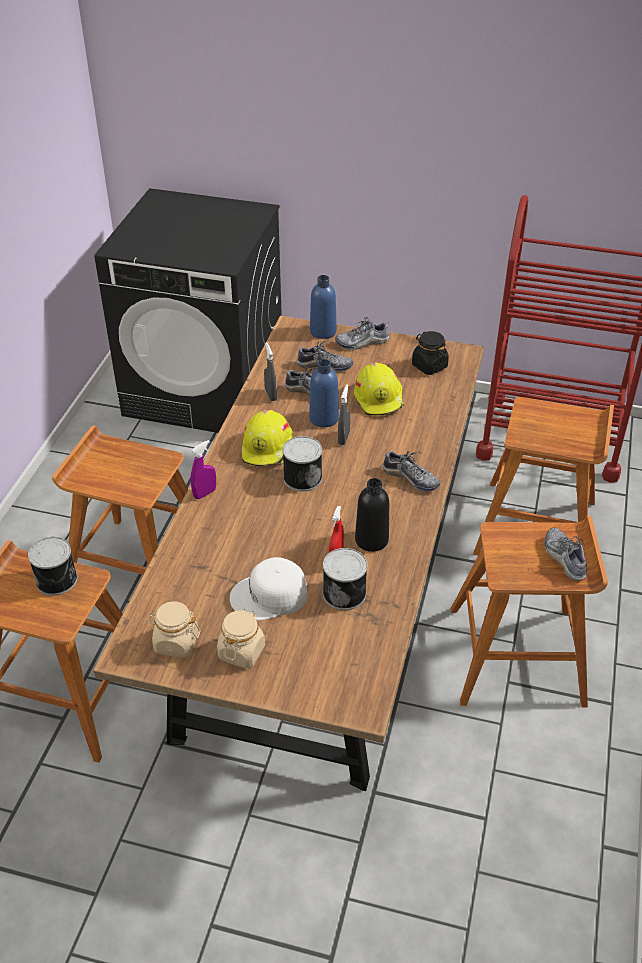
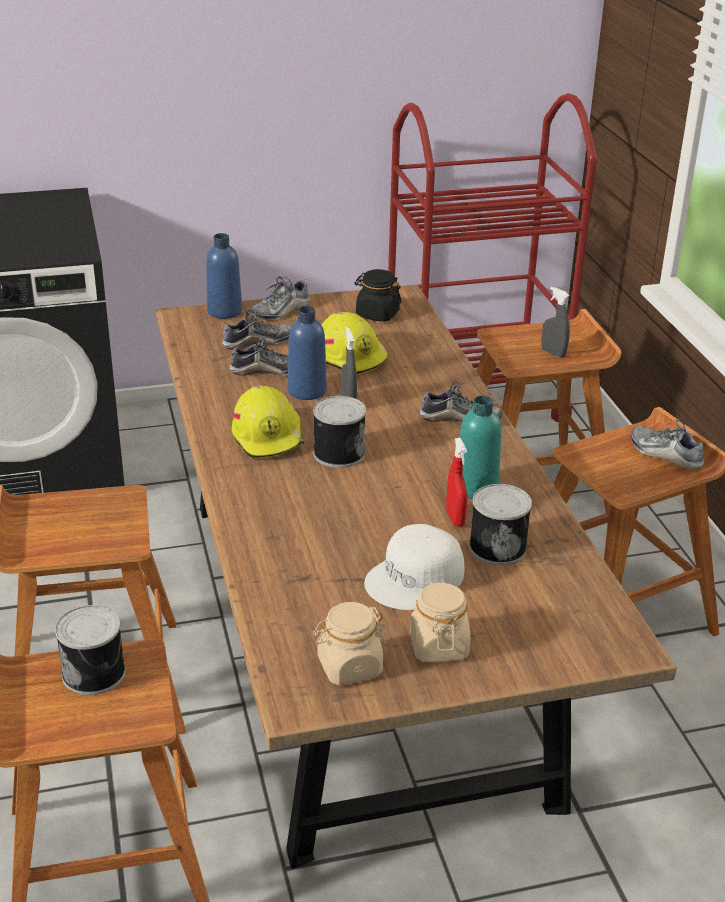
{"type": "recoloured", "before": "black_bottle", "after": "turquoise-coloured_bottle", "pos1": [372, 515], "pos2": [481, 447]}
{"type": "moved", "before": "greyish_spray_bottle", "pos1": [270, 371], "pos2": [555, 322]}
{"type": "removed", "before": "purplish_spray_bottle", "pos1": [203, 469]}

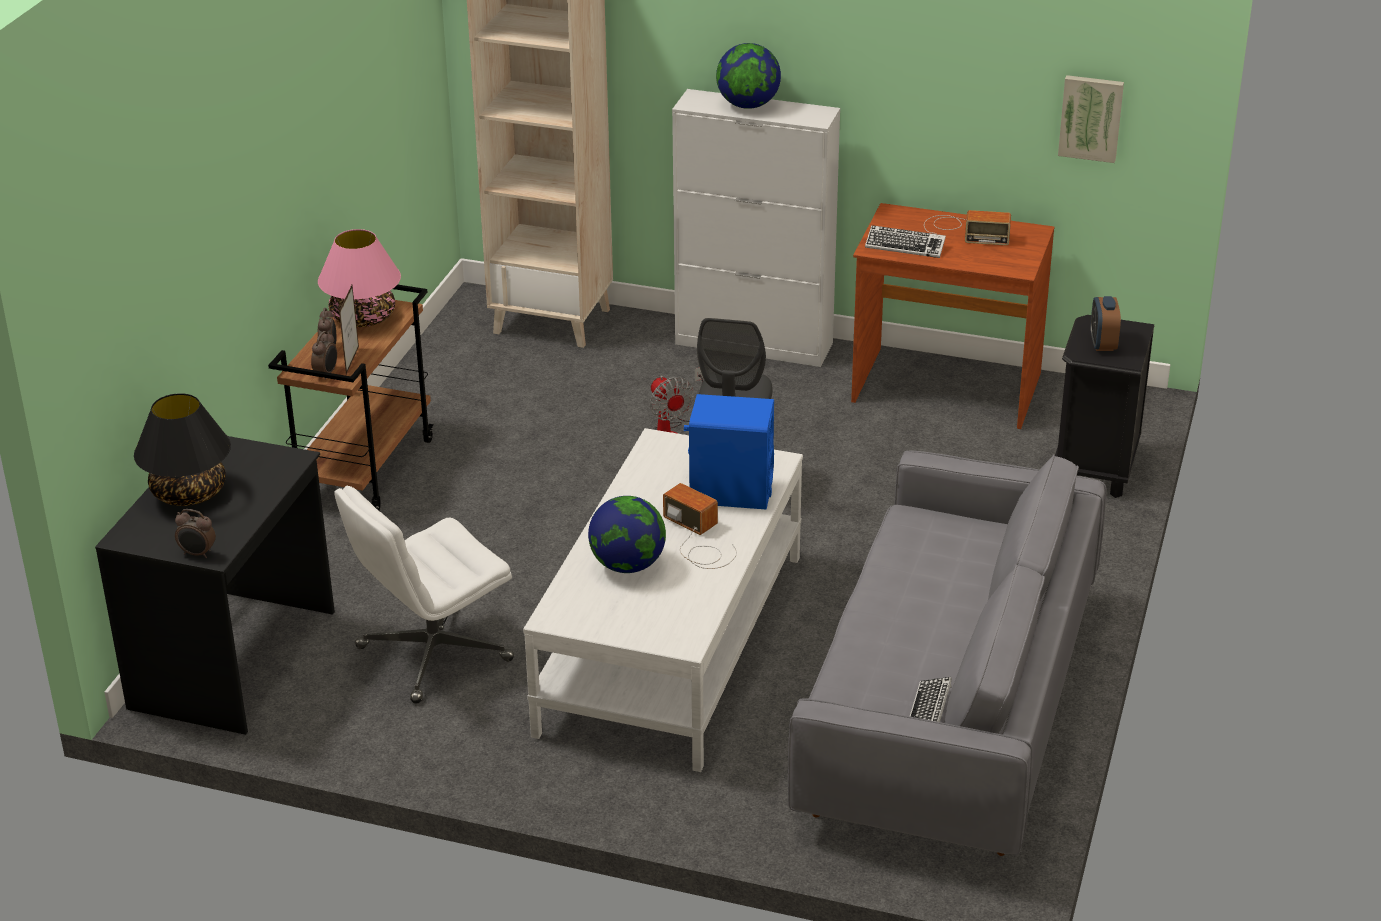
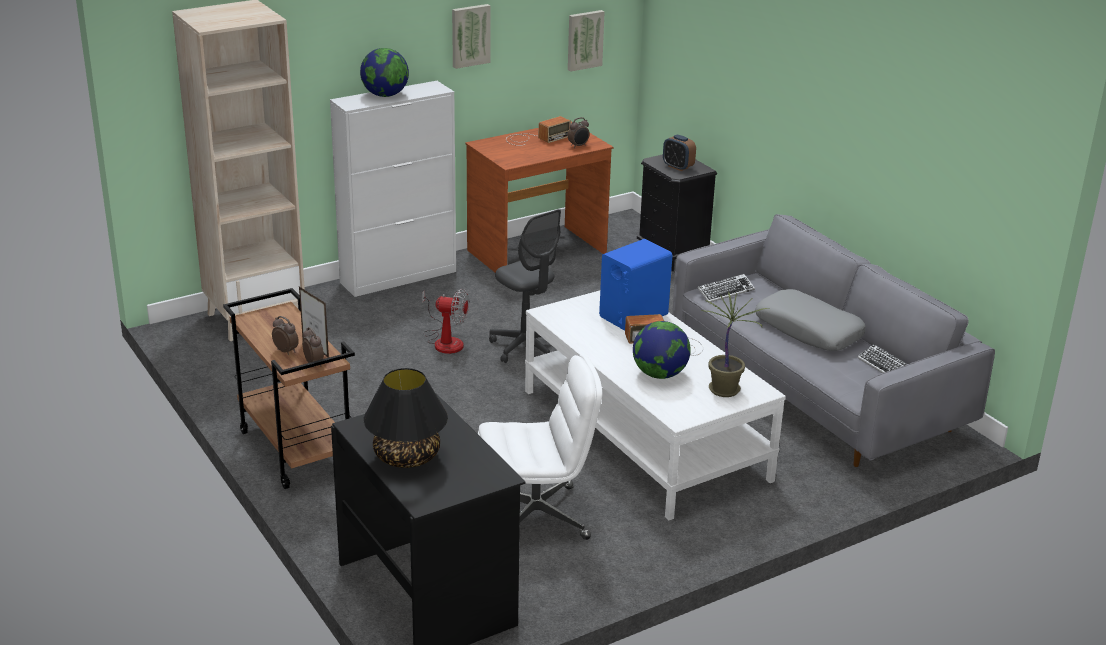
{"type": "added", "after": "wall_picture", "pos2": [471, 36]}
{"type": "turned", "before": "white_office_chair", "pos1": [424, 594], "pos2": [540, 447], "turn": -105}
{"type": "moved", "before": "bedside_clock", "pos1": [195, 533], "pos2": [579, 132]}
{"type": "moved", "before": "PC_keyboard", "pos1": [905, 241], "pos2": [726, 288]}
{"type": "added", "after": "potted_plant", "pos2": [736, 344]}
{"type": "added", "after": "greyish_cushion", "pos2": [810, 320]}
{"type": "removed", "before": "pinkish_tabletop_lamp", "pos1": [359, 278]}

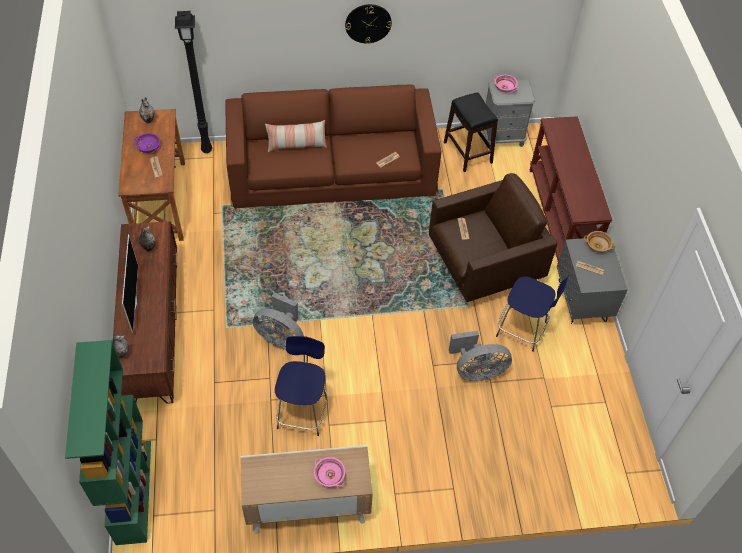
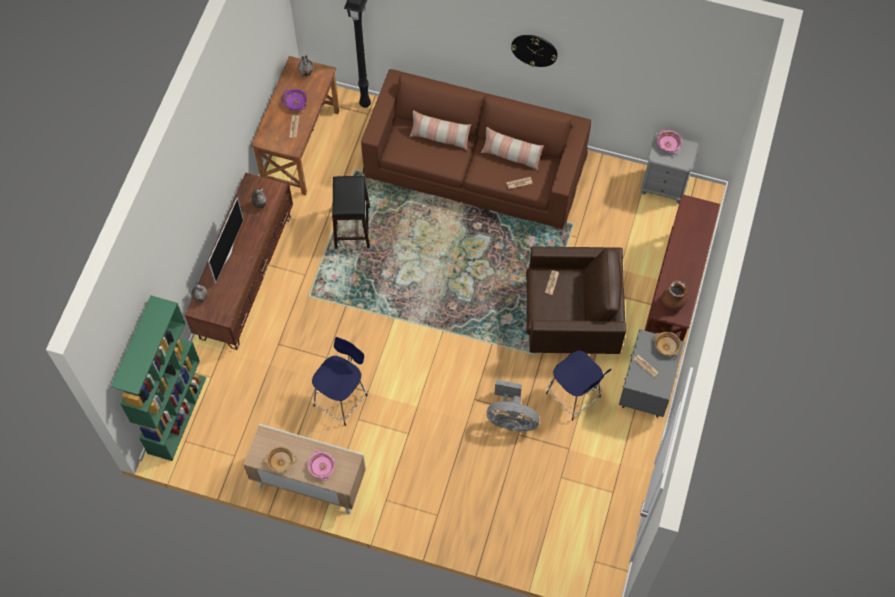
{"type": "added", "after": "beige_bowl", "pos2": [280, 459]}
{"type": "moved", "before": "black_sitting_stool", "pos1": [471, 132], "pos2": [351, 212]}
{"type": "added", "after": "cushion", "pos2": [512, 149]}
{"type": "added", "after": "brown-coloured_decorative_vase", "pos2": [675, 296]}
{"type": "removed", "before": "greyish_electric_fan", "pos1": [278, 321]}

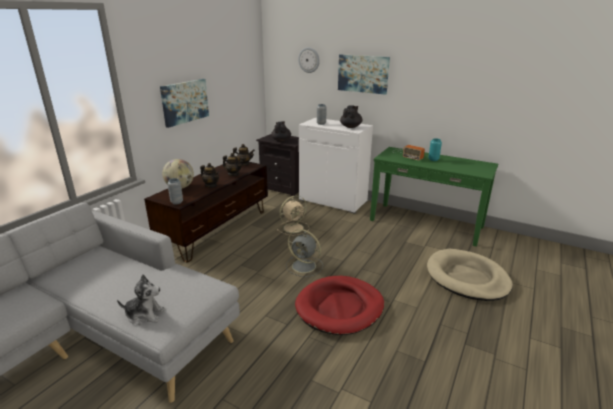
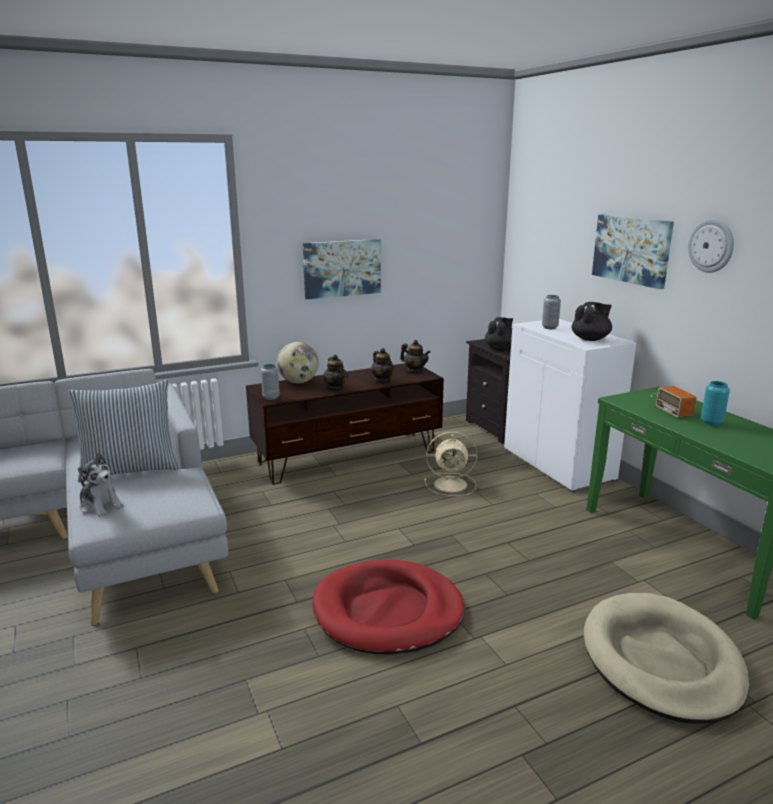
{"type": "added", "after": "cushion", "pos2": [124, 431]}
{"type": "moved", "before": "wall_clock", "pos1": [309, 60], "pos2": [711, 246]}
{"type": "removed", "before": "greyish_electric_fan", "pos1": [304, 253]}

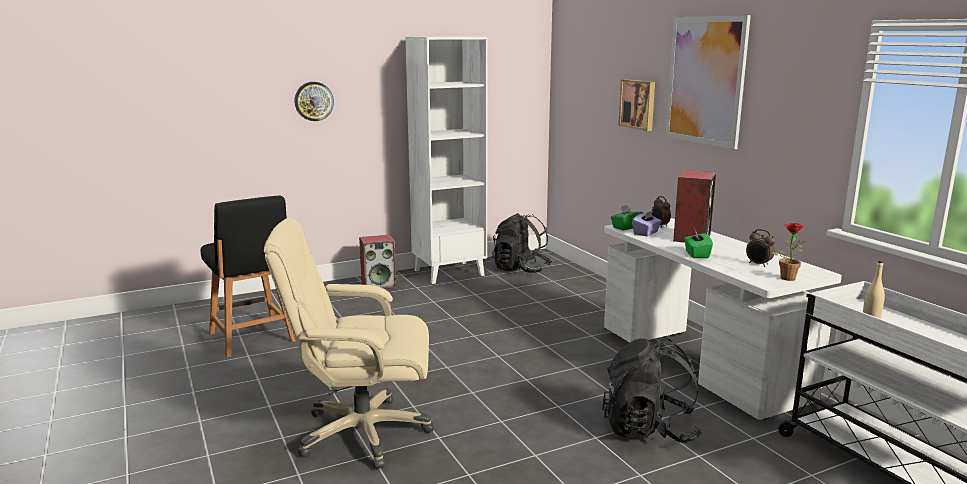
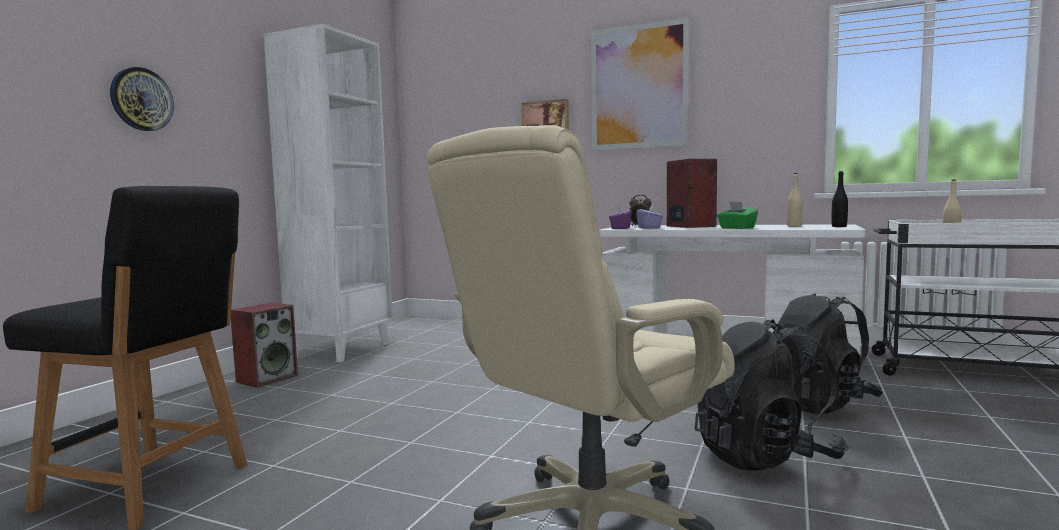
{"type": "recoloured", "before": "green-coloured_tissue_box", "after": "purplish_tissue_box", "pos1": [627, 217], "pos2": [620, 216]}
{"type": "moved", "before": "black_knapsack", "pos1": [522, 243], "pos2": [772, 395]}
{"type": "replaced", "before": "bedside_clock", "after": "beige_bottle", "pos1": [760, 248], "pos2": [795, 200]}
{"type": "replaced", "before": "potted_plant", "after": "black_bottle", "pos1": [788, 252], "pos2": [839, 199]}

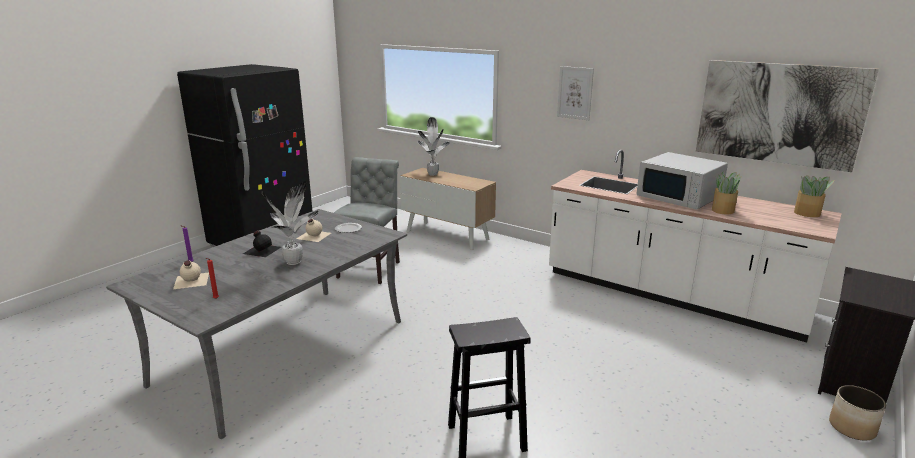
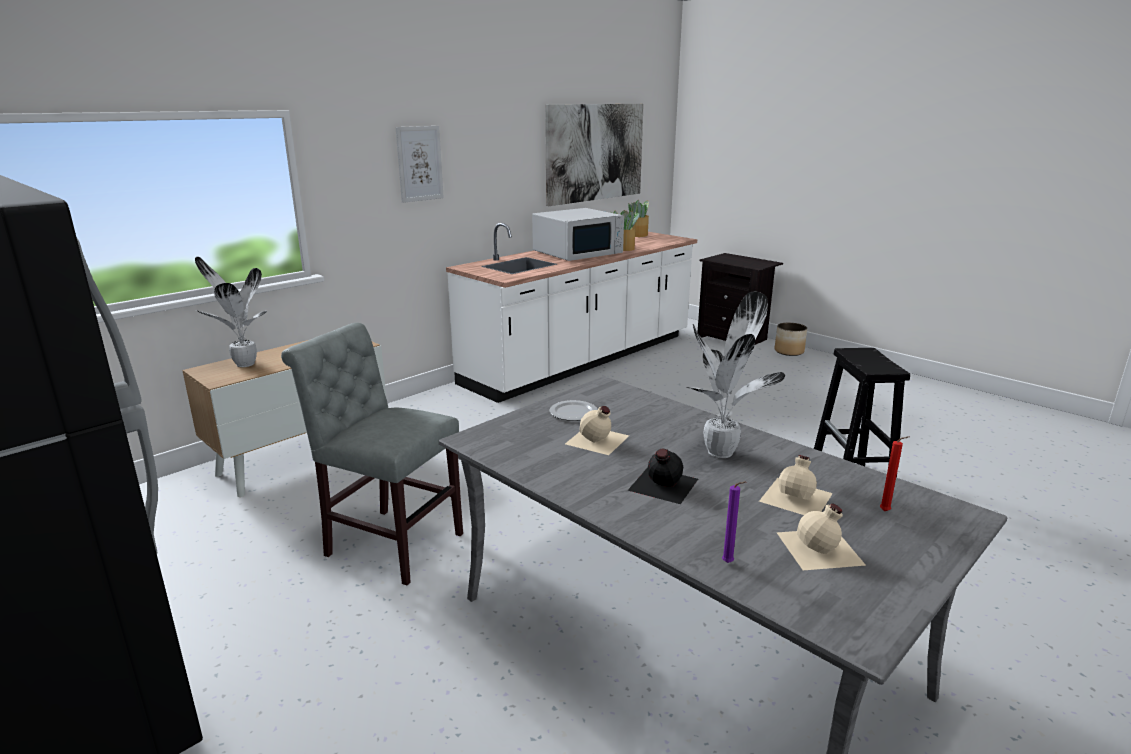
{"type": "added", "after": "beige_bottle", "pos2": [796, 485]}

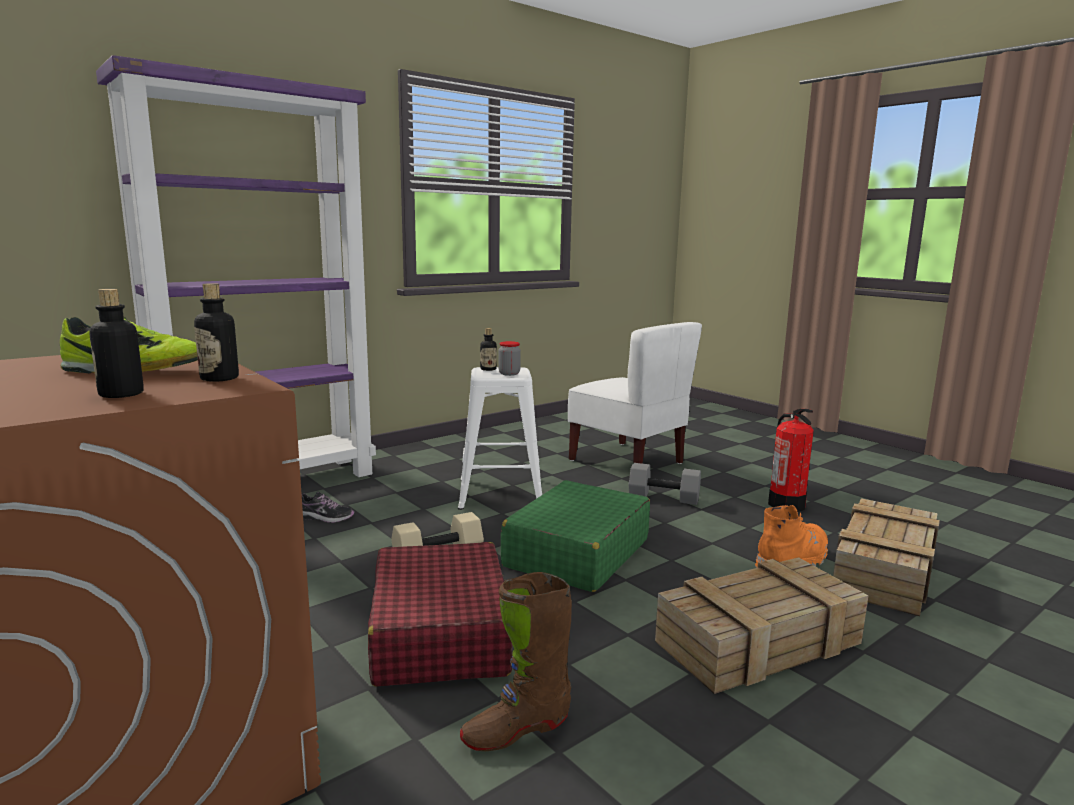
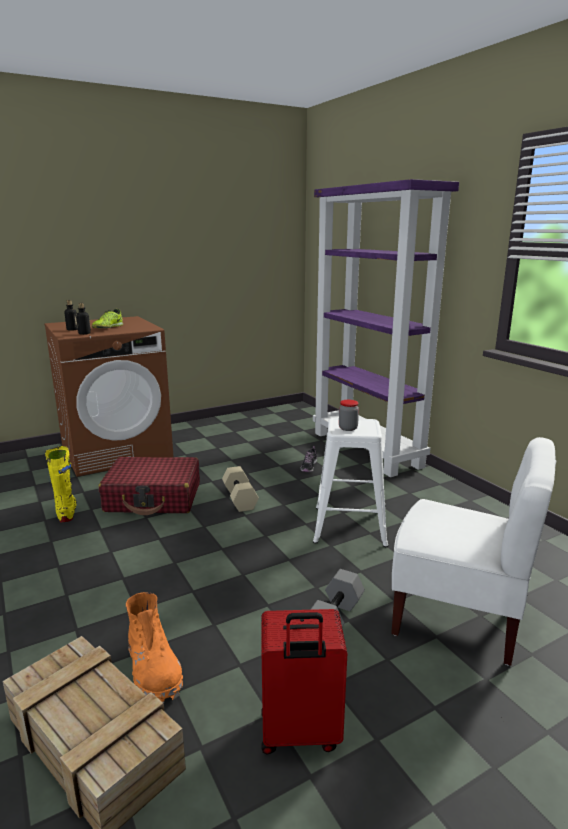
{"type": "recoloured", "before": "brown-coloured_tall_boot", "after": "yellowish_tall_boot", "pos1": [516, 661], "pos2": [61, 484]}
{"type": "replaced", "before": "fire_extinguisher", "after": "red-coloured_piece_of_luggage", "pos1": [791, 460], "pos2": [304, 681]}
{"type": "turned", "before": "white_upright_chair", "pos1": [635, 393], "pos2": [473, 551], "turn": -120}
{"type": "removed", "before": "bottle", "pos1": [488, 349]}
{"type": "removed", "before": "green-coloured_piece_of_luggage", "pos1": [575, 536]}
{"type": "removed", "before": "packing_crate", "pos1": [761, 625]}

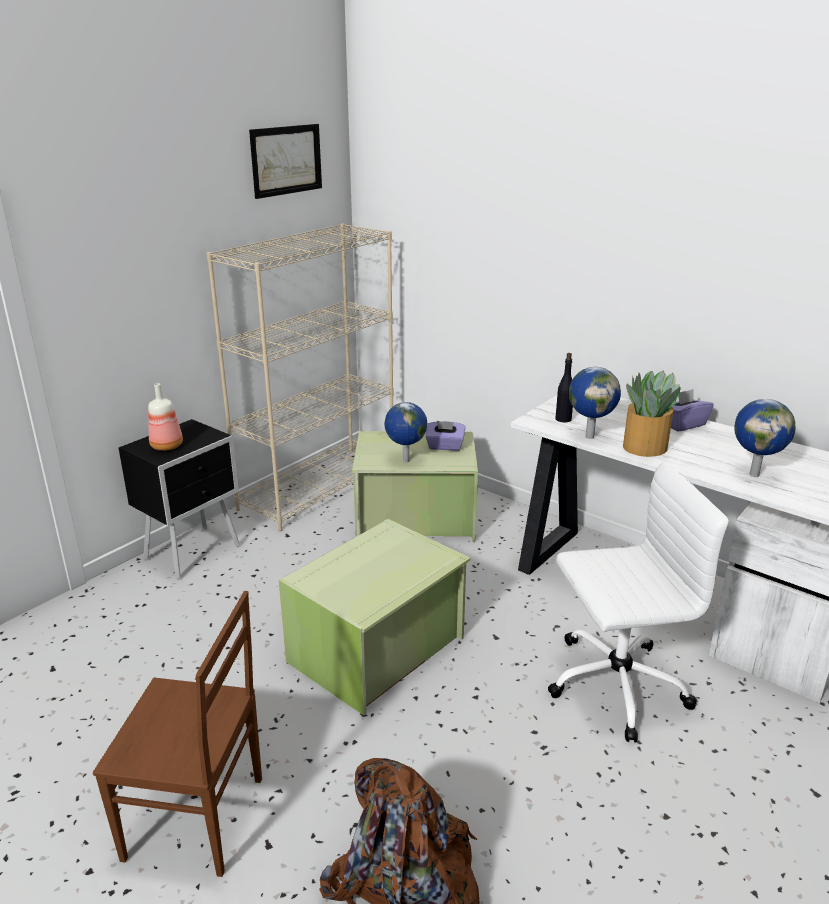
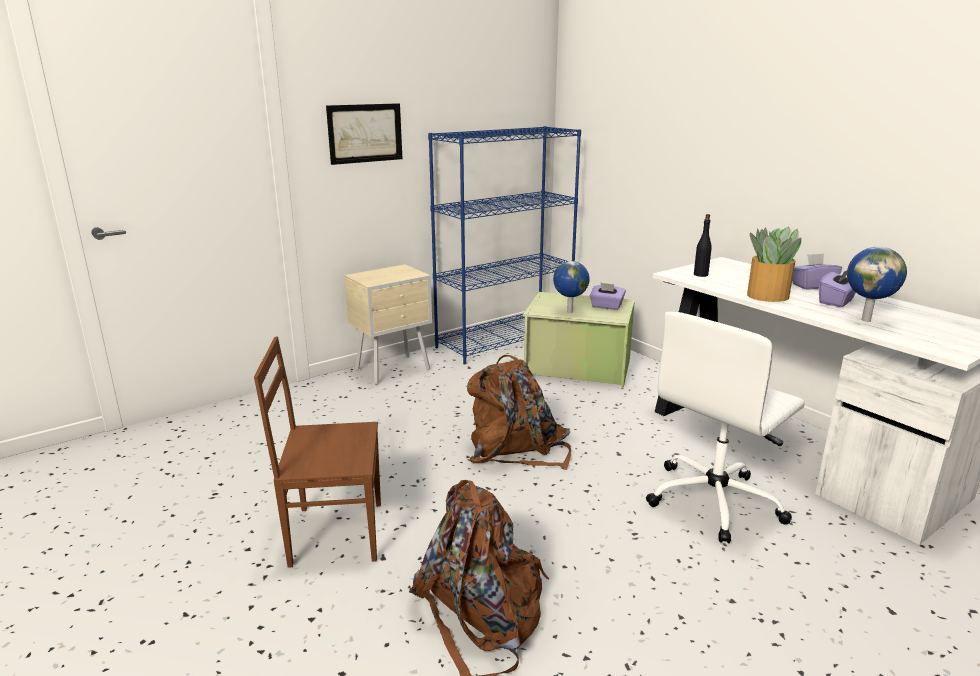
{"type": "turned", "before": "brown-coloured_upright_chair", "pos1": [177, 734], "pos2": [317, 452], "turn": 150}
{"type": "moved", "before": "wall_picture", "pos1": [285, 161], "pos2": [364, 134]}
{"type": "recoloured", "before": "black_bedside_table", "after": "beige_bedside_table", "pos1": [179, 499], "pos2": [388, 324]}
{"type": "recoloured", "before": "beige_shelving_unit", "after": "blue_shelving_unit", "pos1": [300, 377], "pos2": [504, 245]}
{"type": "replaced", "before": "green-coloured_storage_bin", "after": "brown-coloured_knapsack", "pos1": [374, 617], "pos2": [519, 412]}
{"type": "turned", "before": "white_office_chair", "pos1": [638, 602], "pos2": [725, 427], "turn": 135}
{"type": "added", "after": "purplish_tissue_box", "pos2": [837, 288]}
{"type": "removed", "before": "bottle", "pos1": [165, 417]}
{"type": "removed", "before": "globe", "pos1": [595, 403]}

